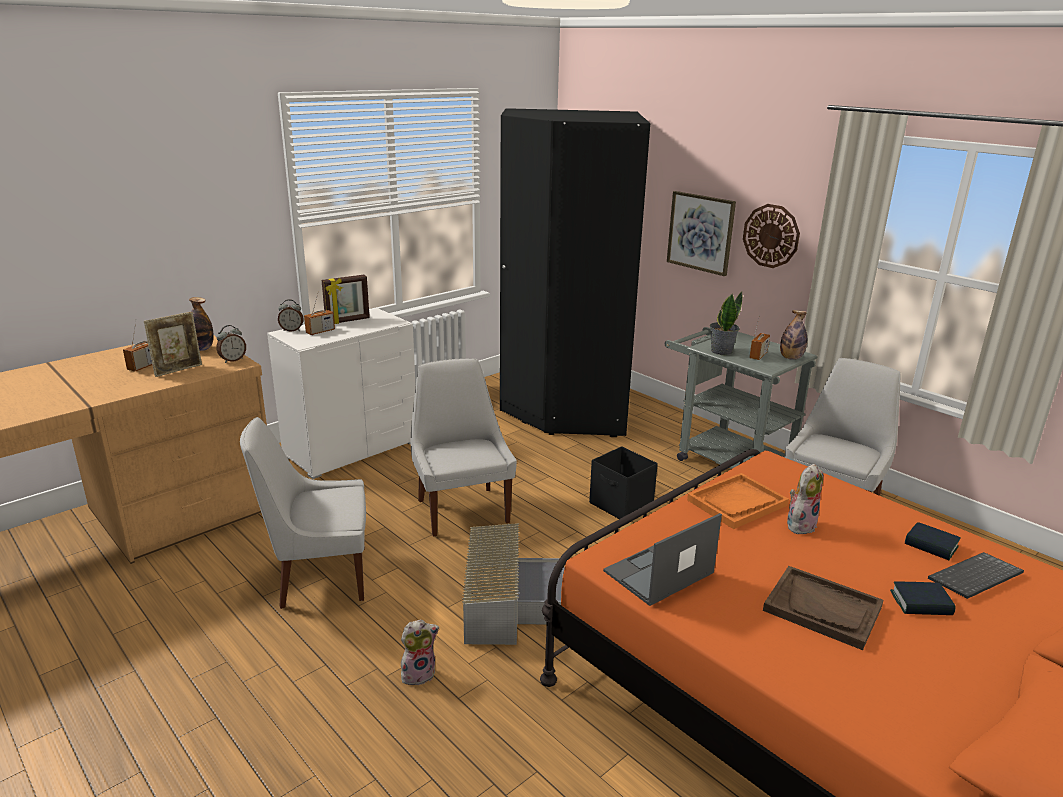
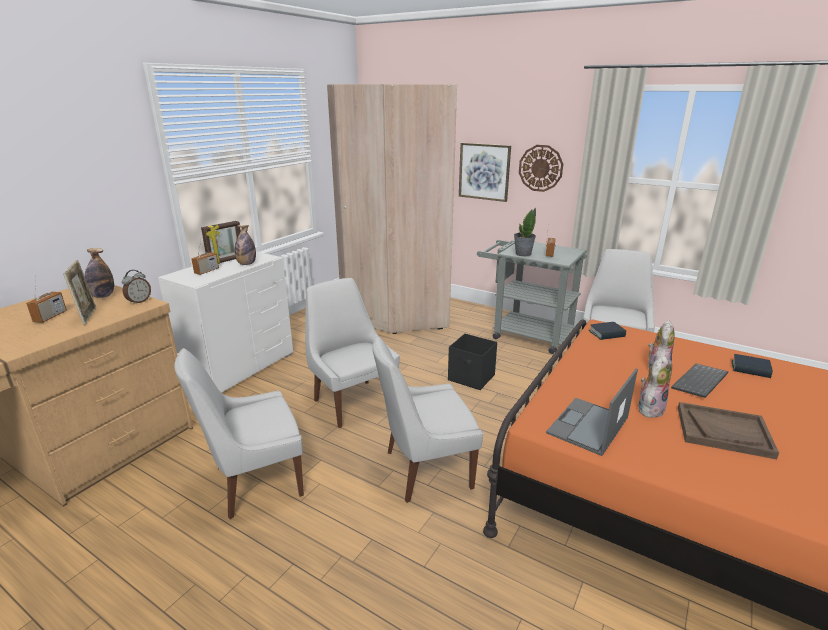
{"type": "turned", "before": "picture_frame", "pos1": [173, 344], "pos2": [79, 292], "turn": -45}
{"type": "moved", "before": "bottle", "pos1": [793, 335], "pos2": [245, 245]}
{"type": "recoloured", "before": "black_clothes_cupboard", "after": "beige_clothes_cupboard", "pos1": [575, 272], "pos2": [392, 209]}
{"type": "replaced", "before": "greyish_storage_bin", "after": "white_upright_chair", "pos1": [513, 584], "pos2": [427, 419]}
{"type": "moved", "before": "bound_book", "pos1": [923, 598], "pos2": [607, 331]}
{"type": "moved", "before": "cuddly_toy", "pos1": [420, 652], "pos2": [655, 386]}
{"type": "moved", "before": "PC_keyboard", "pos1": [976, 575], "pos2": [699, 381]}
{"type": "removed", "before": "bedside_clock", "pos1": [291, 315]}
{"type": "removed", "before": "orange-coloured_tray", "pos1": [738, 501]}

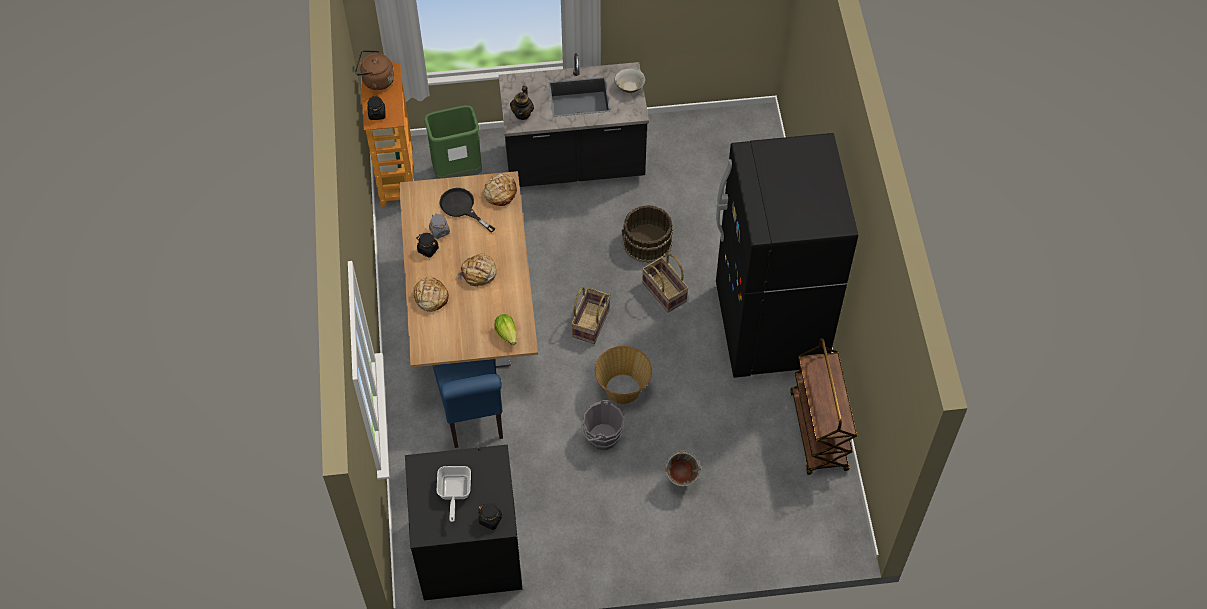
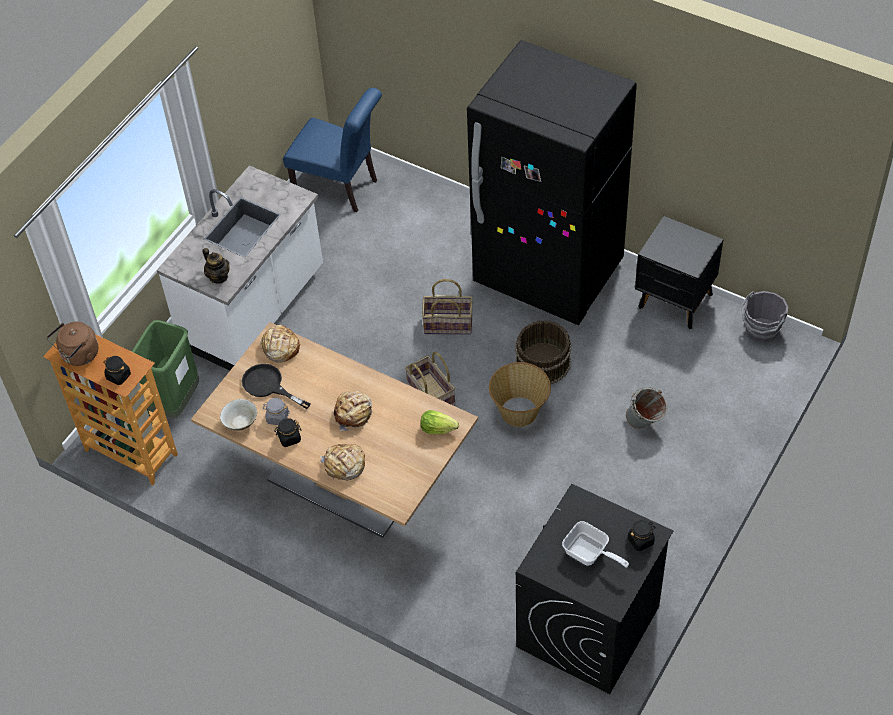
{"type": "recoloured", "before": "black_counter", "after": "white_counter", "pos1": [574, 120], "pos2": [240, 268]}
{"type": "moved", "before": "beige_bowl", "pos1": [630, 80], "pos2": [238, 414]}
{"type": "turned", "before": "black_frying_pan", "pos1": [467, 210], "pos2": [276, 386], "turn": 45}
{"type": "moved", "before": "blue_upright_chair", "pos1": [467, 403], "pos2": [332, 150]}
{"type": "moved", "before": "brown-coloured_water_bucket", "pos1": [647, 234], "pos2": [543, 352]}
{"type": "replaced", "before": "brown-coloured_wheeled_cart", "after": "black_bedside_table", "pos1": [823, 406], "pos2": [679, 272]}
{"type": "moved", "before": "greyish_water_bucket", "pos1": [602, 425], "pos2": [764, 317]}

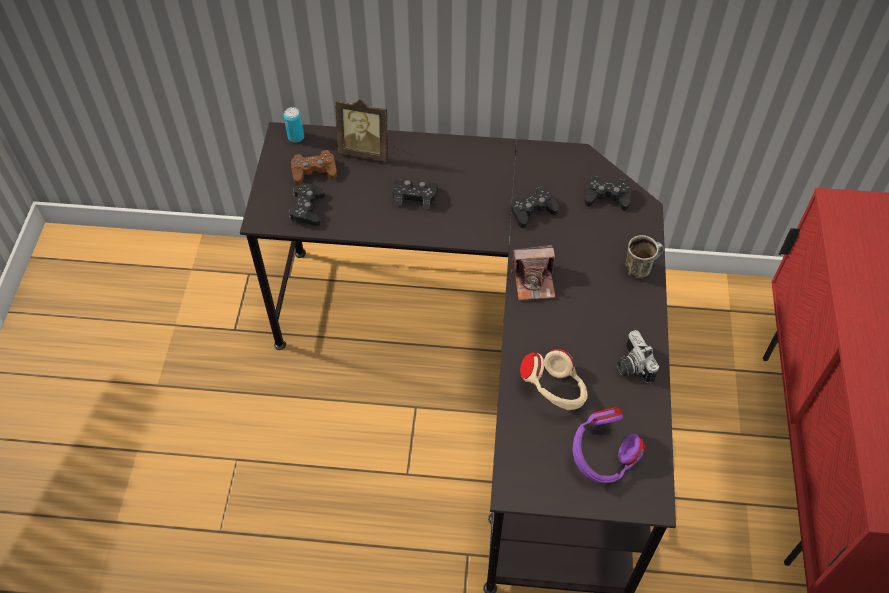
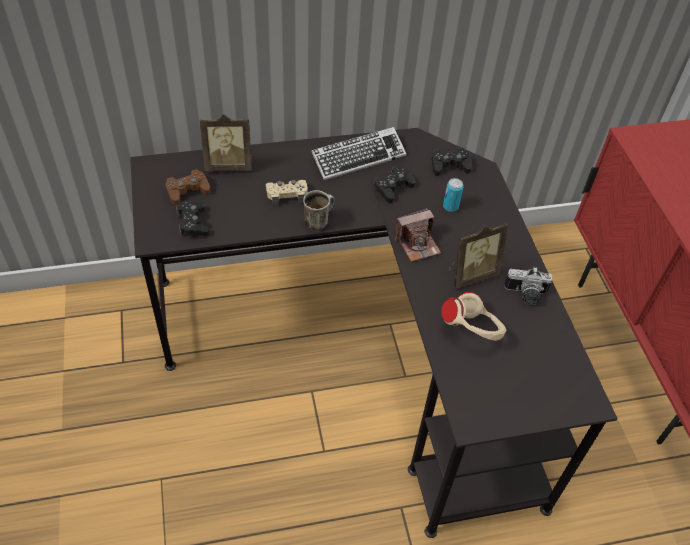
{"type": "recoloured", "before": "black_joypad", "after": "beige_joypad", "pos1": [415, 194], "pos2": [287, 193]}
{"type": "moved", "before": "coffee_mug", "pos1": [644, 257], "pos2": [319, 210]}
{"type": "added", "after": "PC_keyboard", "pos2": [358, 154]}
{"type": "moved", "before": "sealed_can", "pos1": [294, 124], "pos2": [453, 195]}
{"type": "added", "after": "picture_frame", "pos2": [478, 256]}
{"type": "turned", "before": "photo_camera", "pos1": [637, 356], "pos2": [528, 286], "turn": -45}
{"type": "removed", "before": "purplish_pair_of_headphones", "pos1": [608, 445]}

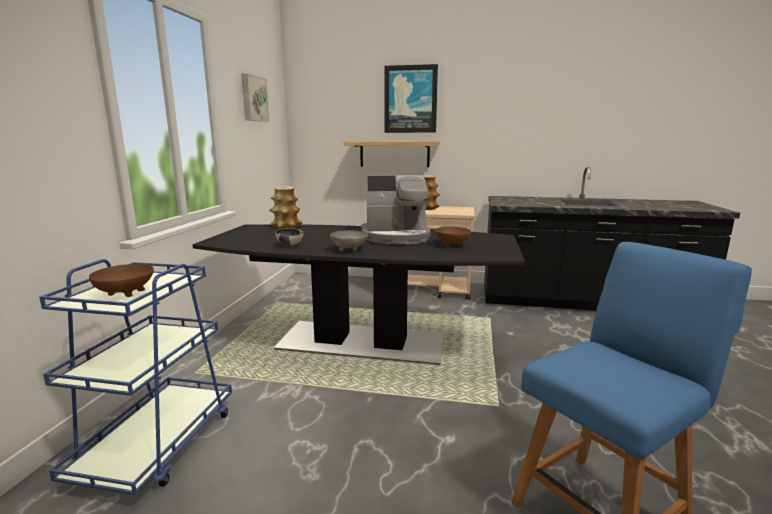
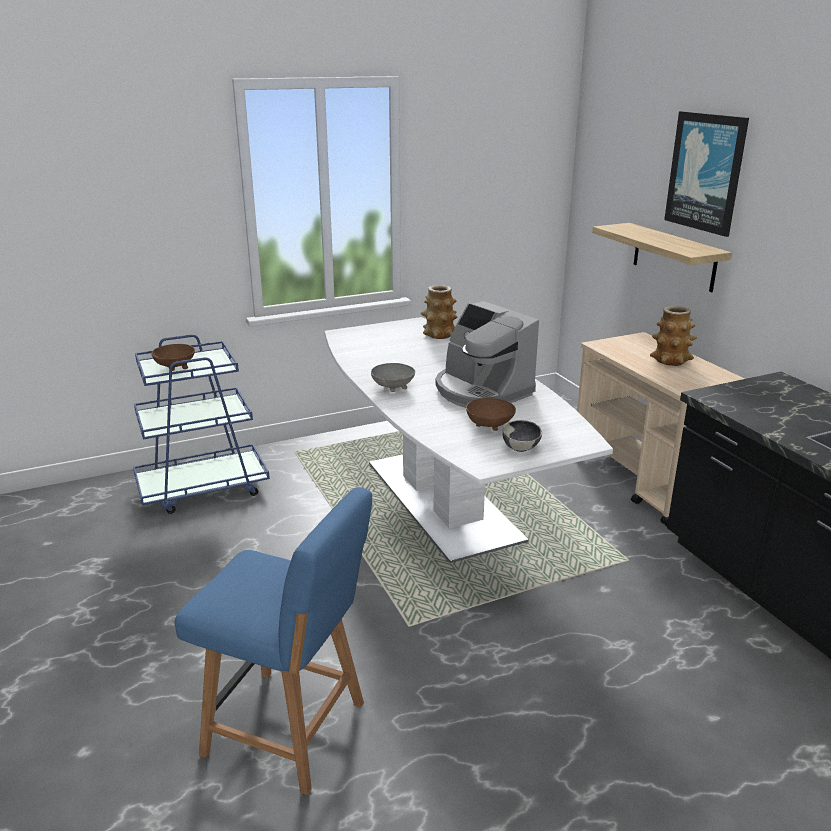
{"type": "recoloured", "before": "black_dinner_table", "after": "white_dinner_table", "pos1": [358, 294], "pos2": [469, 440]}
{"type": "moved", "before": "bowl", "pos1": [289, 237], "pos2": [522, 436]}
{"type": "removed", "before": "wall_picture", "pos1": [255, 97]}

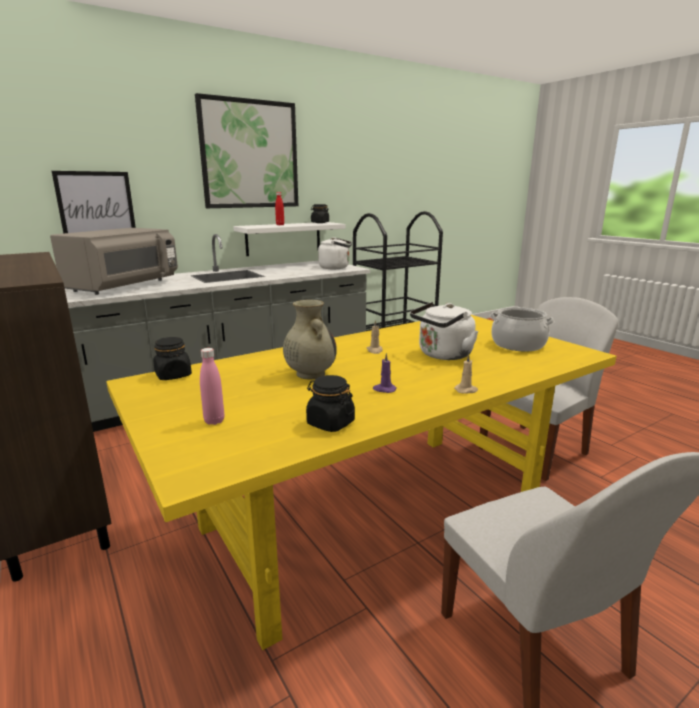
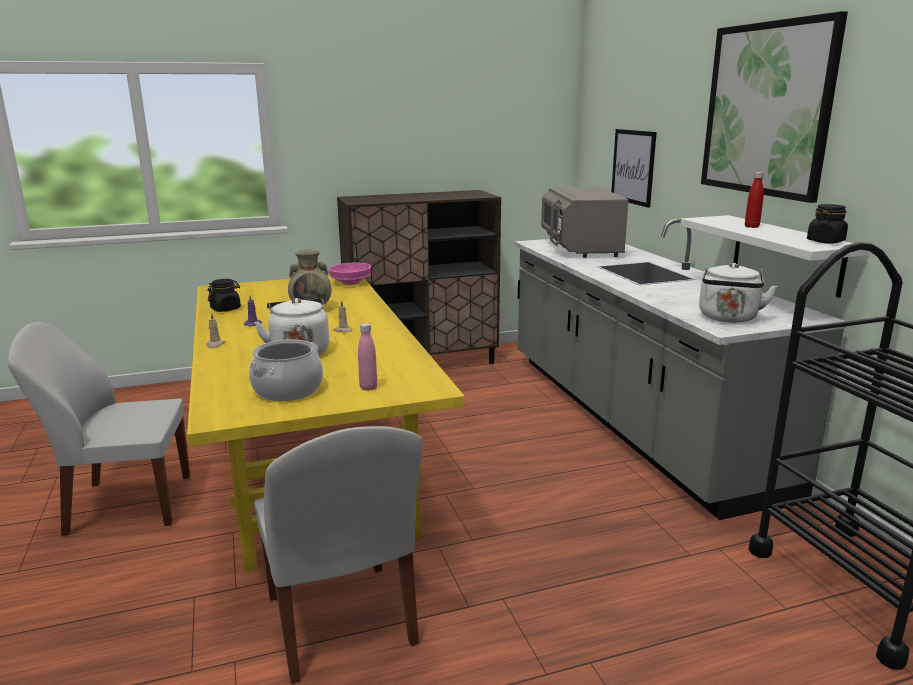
{"type": "replaced", "before": "black_preserve_jar", "after": "pinkish_bowl", "pos1": [172, 358], "pos2": [350, 273]}
{"type": "moved", "before": "pinkish_bottle", "pos1": [212, 386], "pos2": [367, 357]}
{"type": "turned", "before": "greyish_microwave_oven", "pos1": [114, 261], "pos2": [584, 222], "turn": 45}

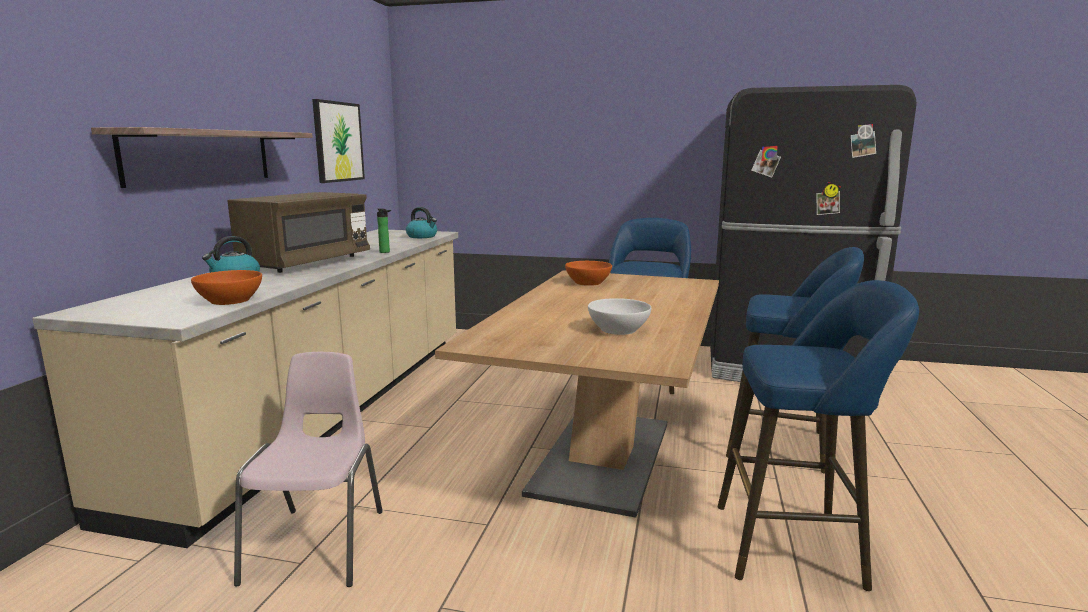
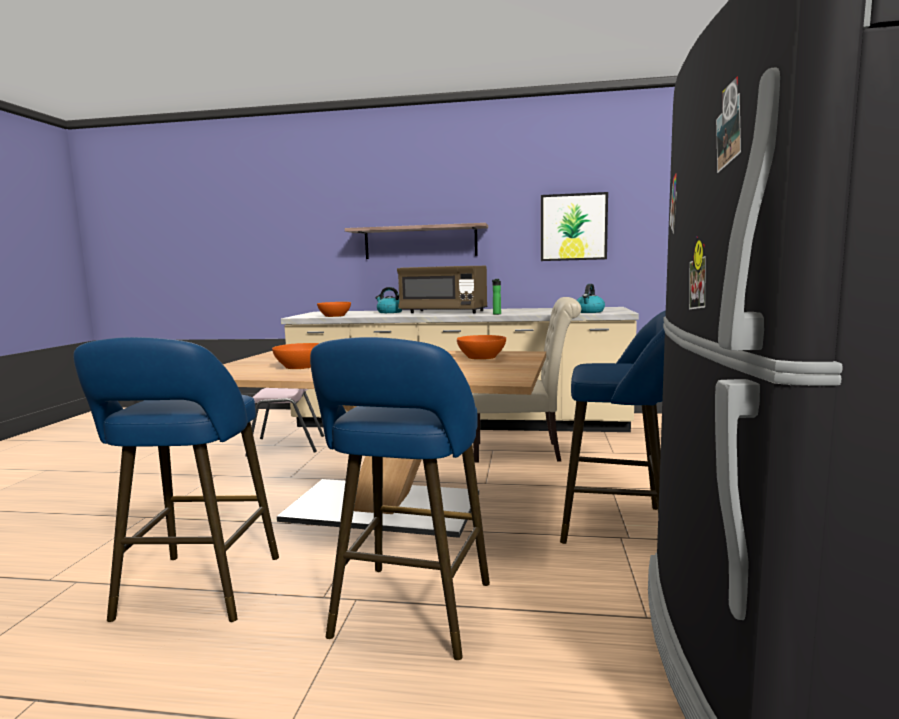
{"type": "recoloured", "before": "white_bowl", "after": "orange-coloured_bowl", "pos1": [619, 316], "pos2": [295, 356]}
{"type": "added", "after": "beige_upright_chair", "pos2": [526, 380]}

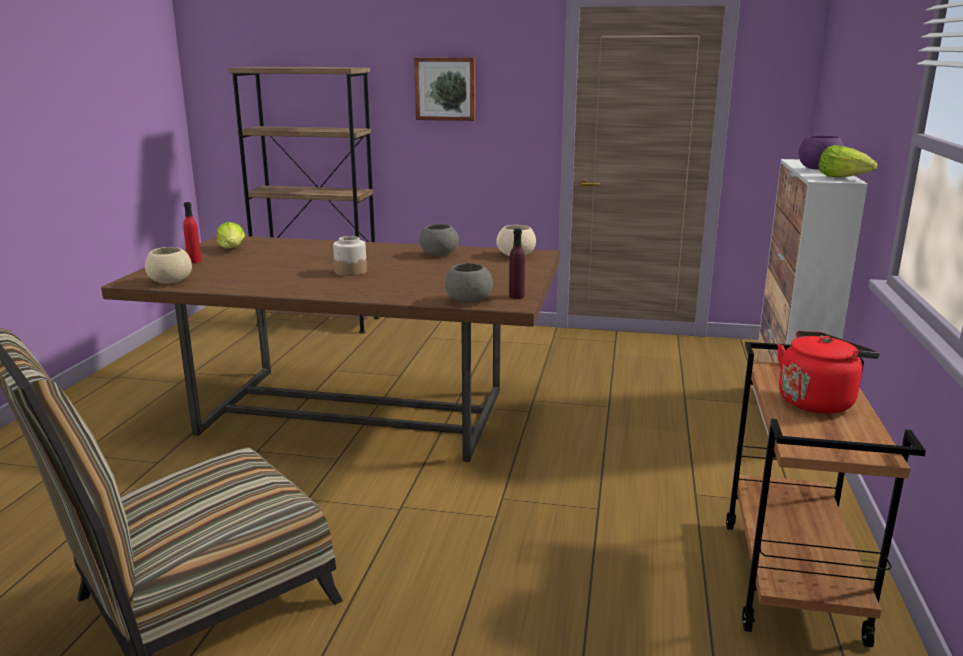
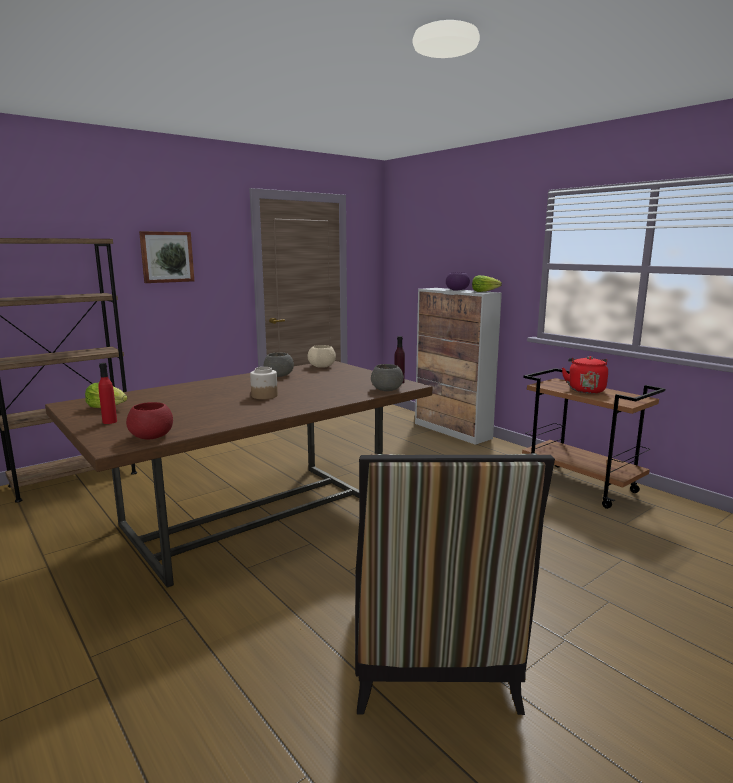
{"type": "recoloured", "before": "beige_bowl", "after": "red-coloured_bowl", "pos1": [168, 265], "pos2": [149, 420]}

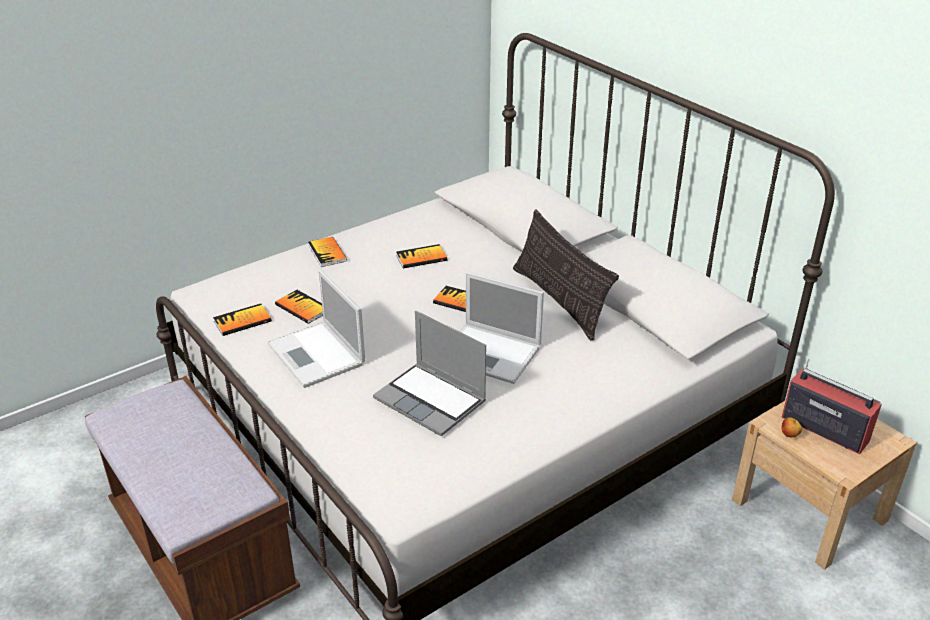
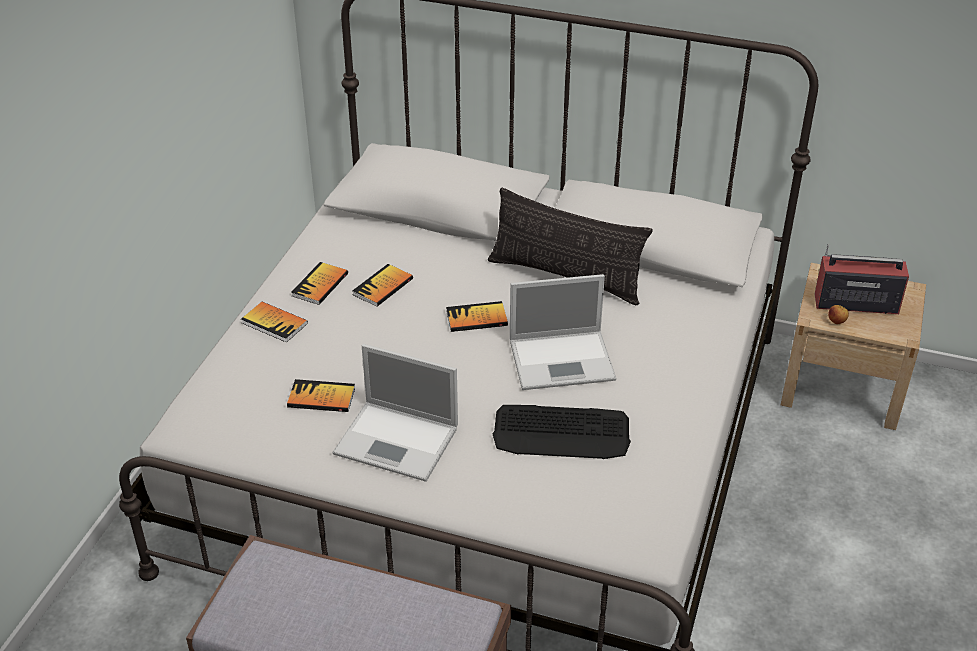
{"type": "moved", "before": "bound_book", "pos1": [242, 320], "pos2": [319, 283]}
{"type": "replaced", "before": "notebook_computer", "after": "PC_keyboard", "pos1": [429, 374], "pos2": [562, 432]}

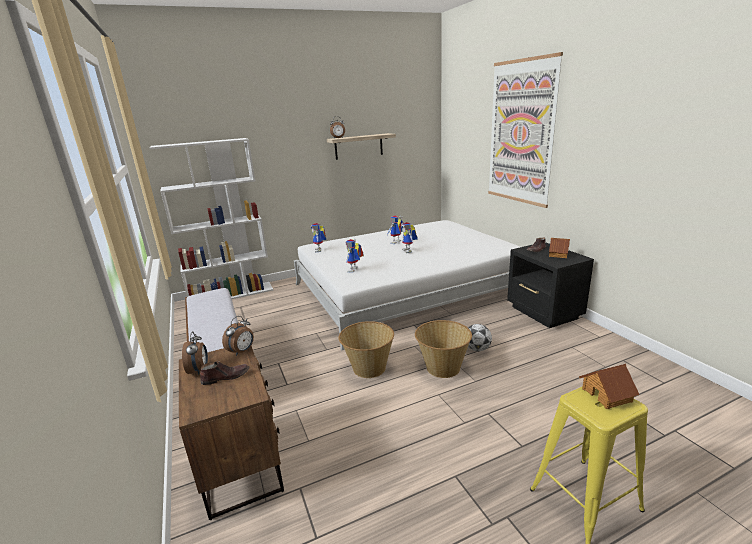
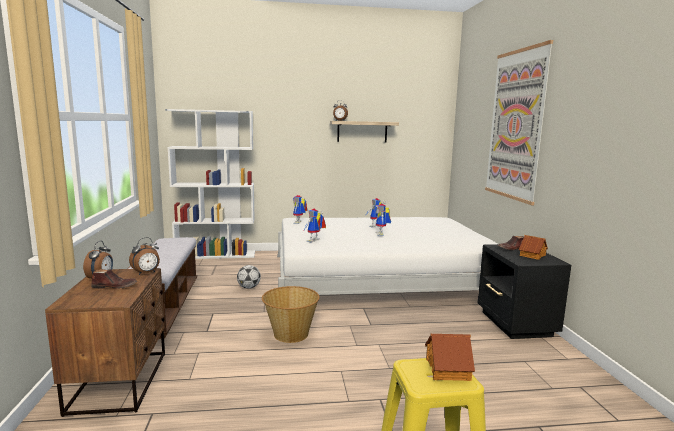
{"type": "moved", "before": "ball_for_football", "pos1": [480, 337], "pos2": [249, 277]}
{"type": "removed", "before": "basket", "pos1": [443, 349]}

